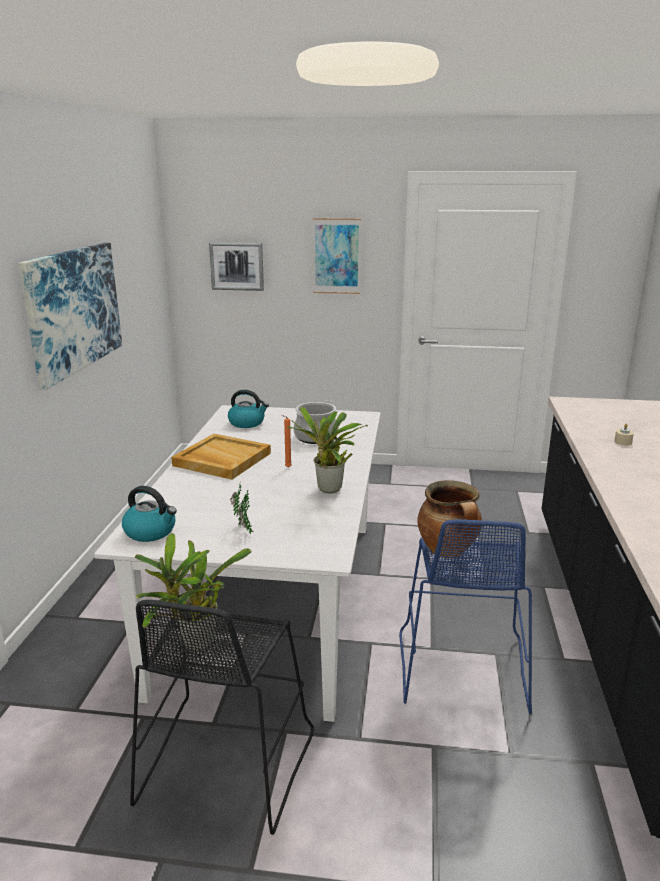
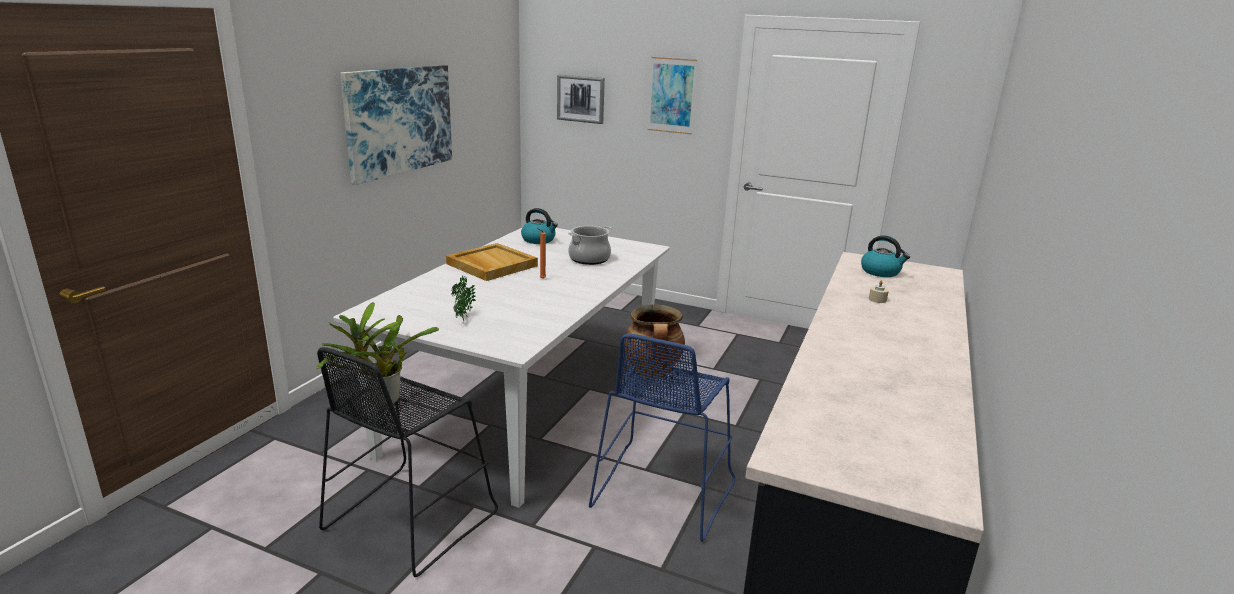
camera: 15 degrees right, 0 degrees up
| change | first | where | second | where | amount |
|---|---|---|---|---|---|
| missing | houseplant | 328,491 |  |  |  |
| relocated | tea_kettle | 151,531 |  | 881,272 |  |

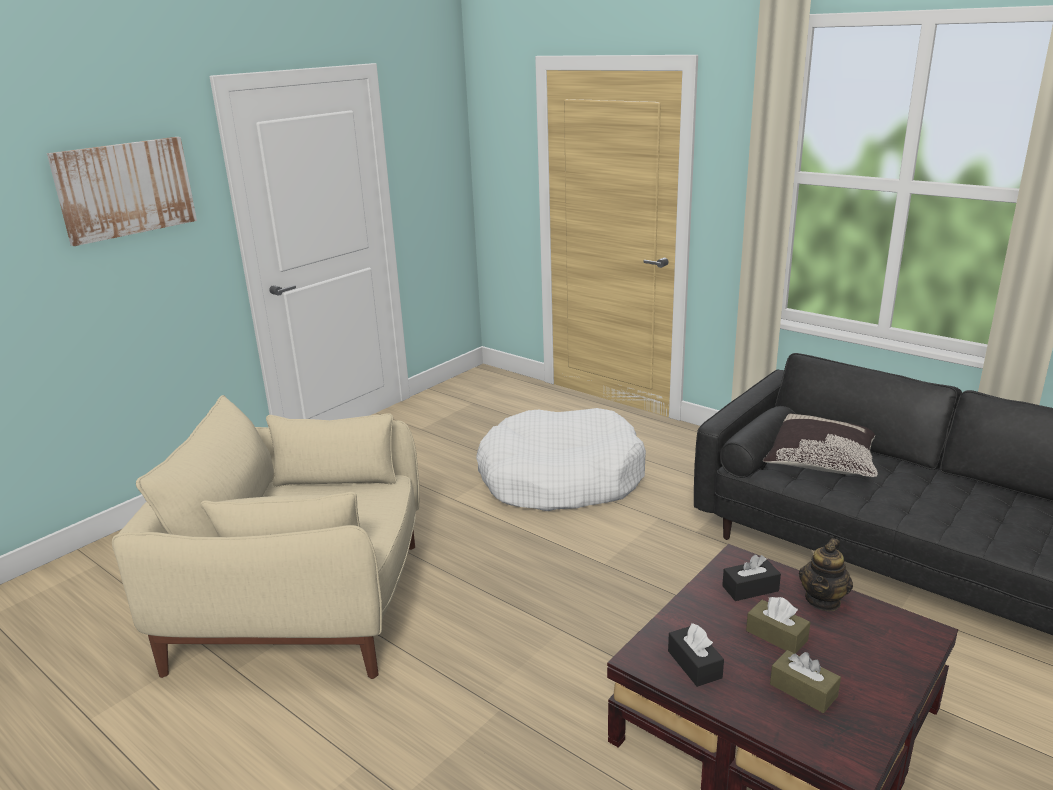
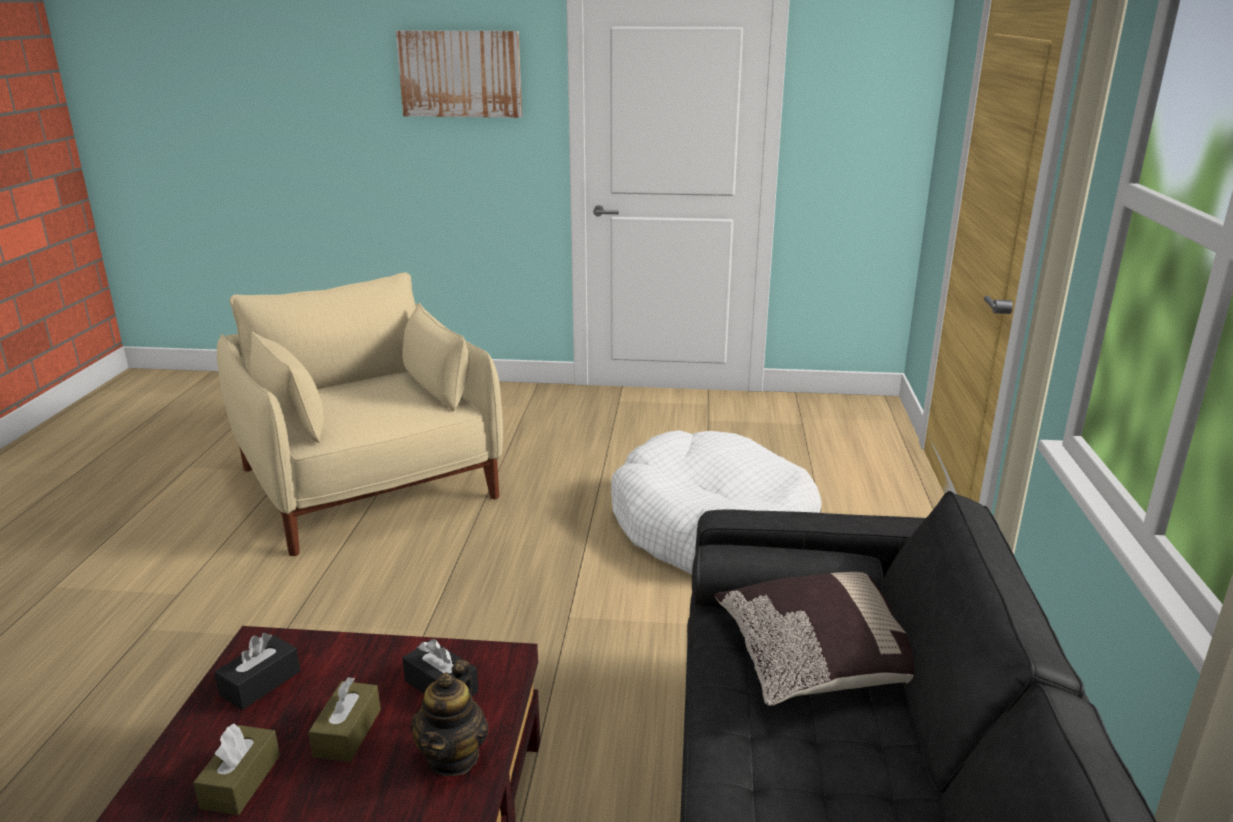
camera: 55 degrees right, 0 degrees up
| change | first | where | second | where | amount |
|---|---|---|---|---|---|
| spun | tea_pot | 823,600 |  | 453,756 | 75 degrees counterclockwise |

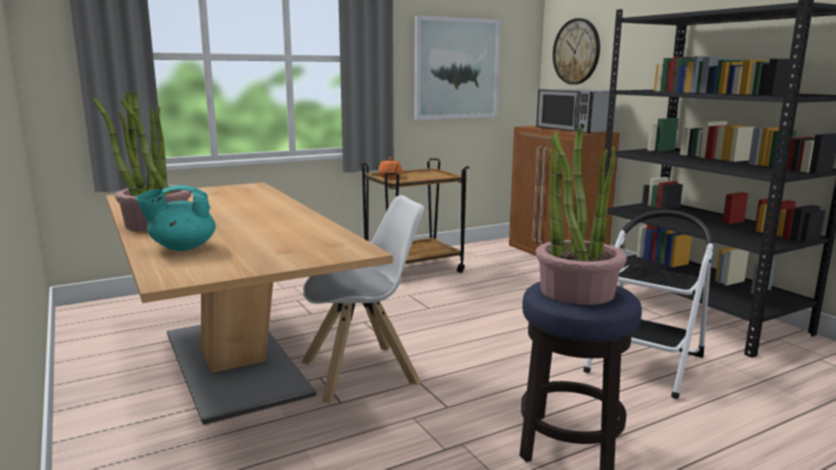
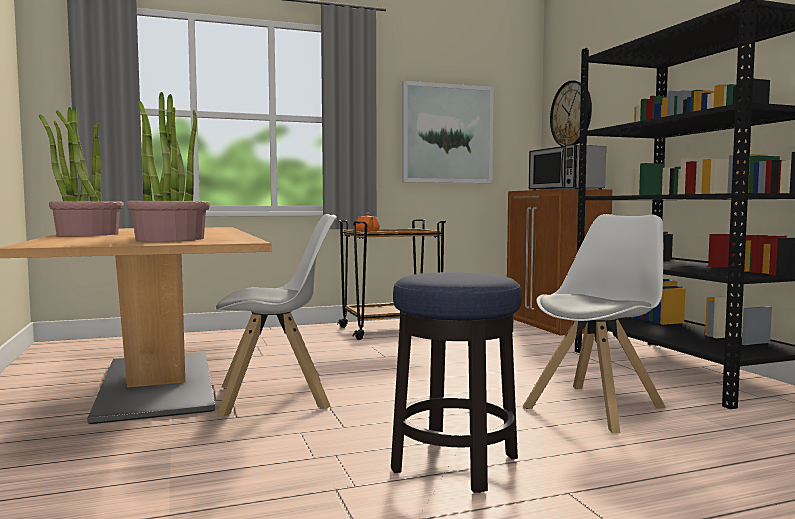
camera: 10 degrees right, 10 degrees down
| change | first | where | second | where | amount |
|---|---|---|---|---|---|
| missing | blue-green_tea_pot | 182,247 |  |  |  |
| relocated | houseplant | 576,291 |  | 170,239 |  |
| exchanged | step_ladder | 647,363 | chair | 596,407 |  |

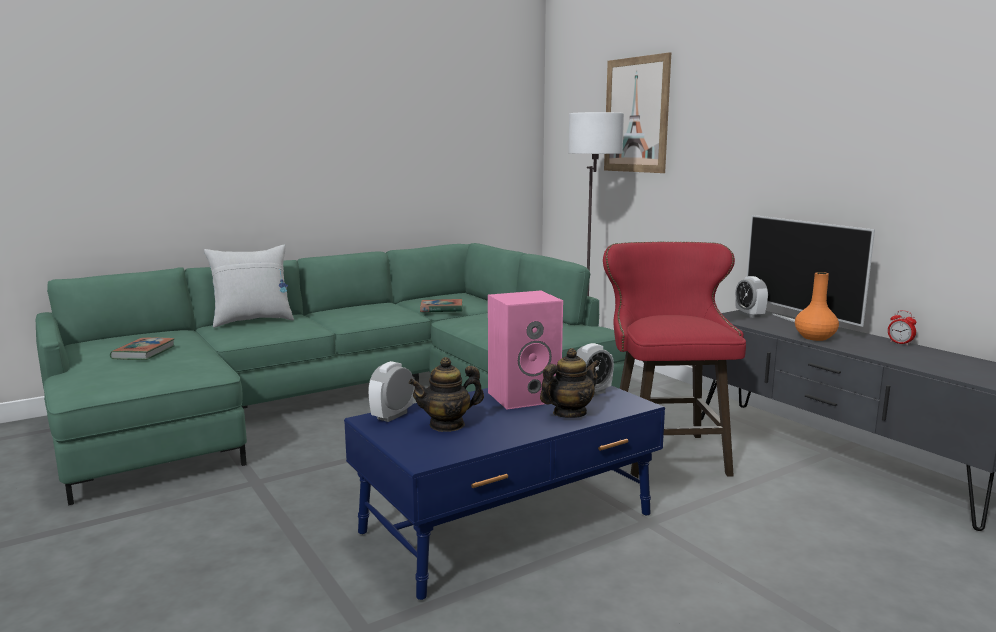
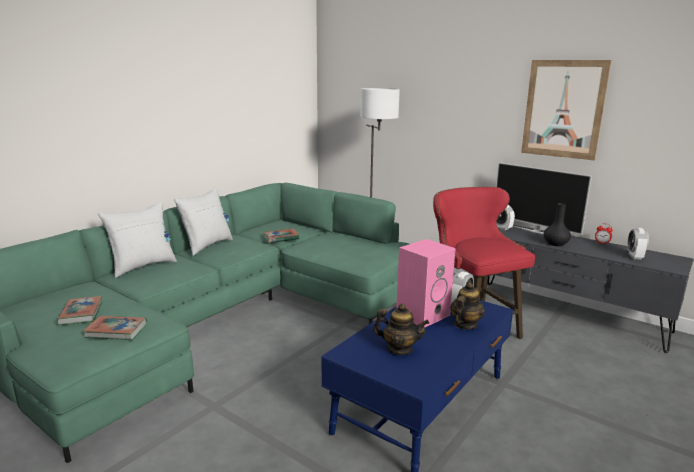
camera: 20 degrees left, 5 degrees up
| change | first | where | second | where | amount |
|---|---|---|---|---|---|
| appeared |  |  | bound_book | 116,331 |  |
| appeared |  |  | gray_cushion | 207,246 |  |
| relocated | alarm_clock | 392,416 |  | 635,256 |  |
| relocated | picture | 636,115 |  | 563,109 |  |
| colour | orangey_vase | 814,337 | black_vase | 555,244 |  |
| spun | tea_pot | 447,425 |  | 399,349 | 120 degrees counterclockwise |

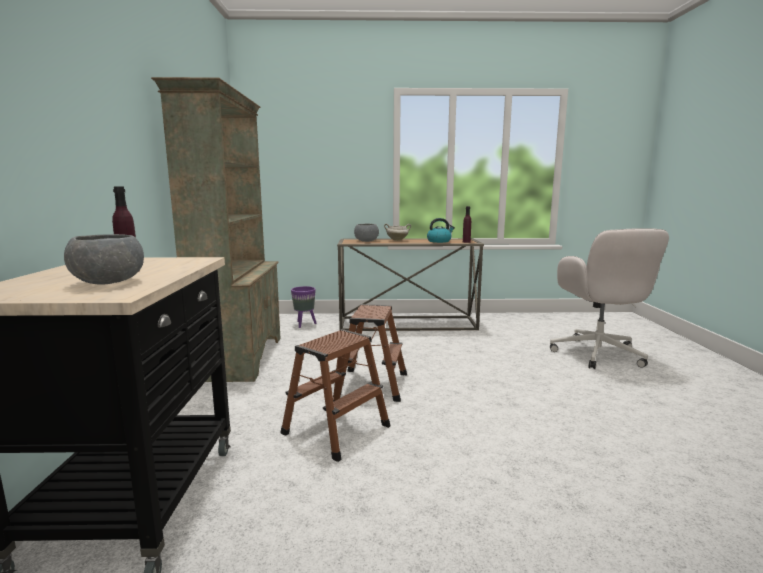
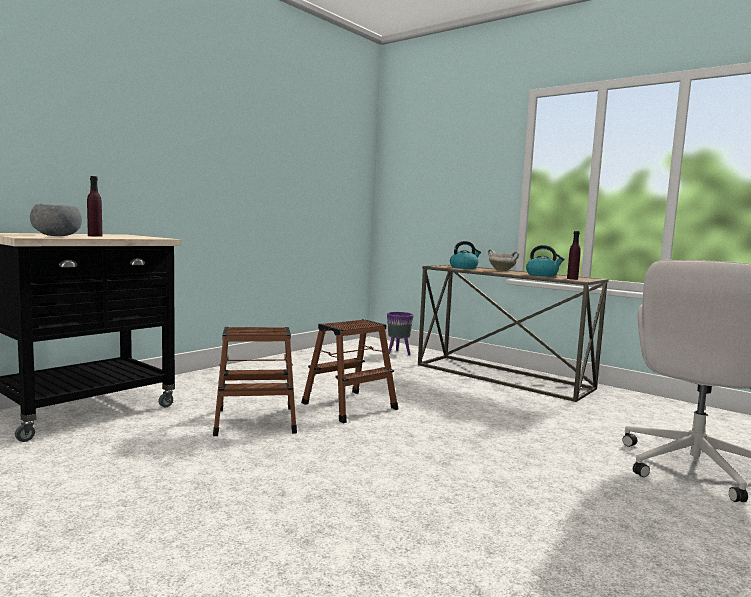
camera: 40 degrees right, 5 degrees down
| change | first | where | second | where | amount |
|---|---|---|---|---|---|
| missing | greenish_bookcase | 239,357 |  |  |  |
| exchanged | gray_bowl | 366,241 | tea_kettle | 464,268 |  |

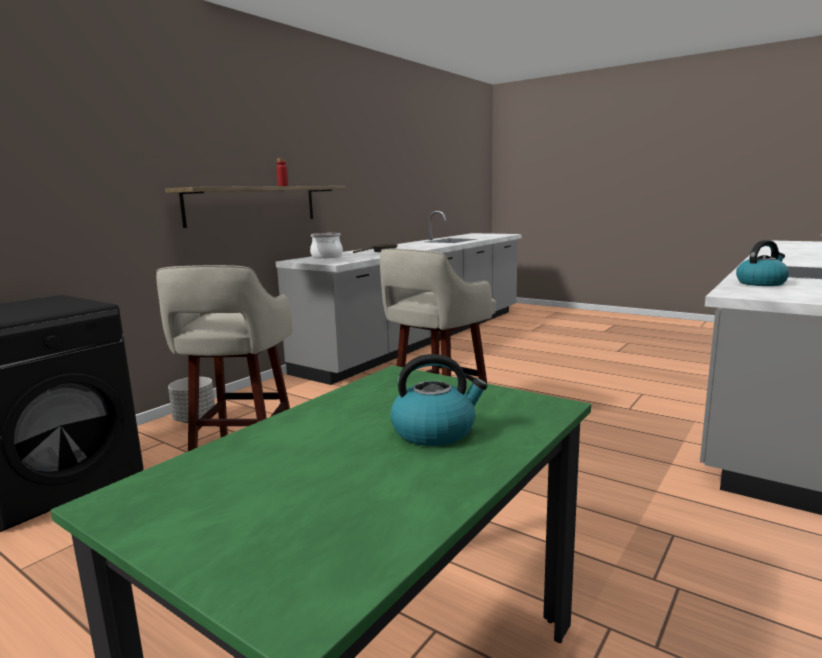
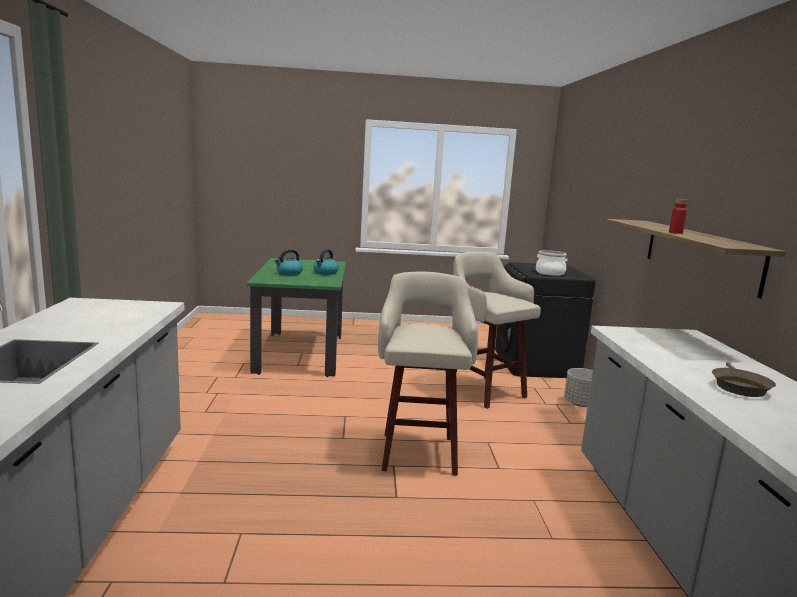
camera: 140 degrees right, 0 degrees up
| change | first | where | second | where | amount |
|---|---|---|---|---|---|
| relocated | stockpot | 327,257 |  | 549,273 |  |
| relocated | tea_kettle | 761,283 |  | 325,273 |  |

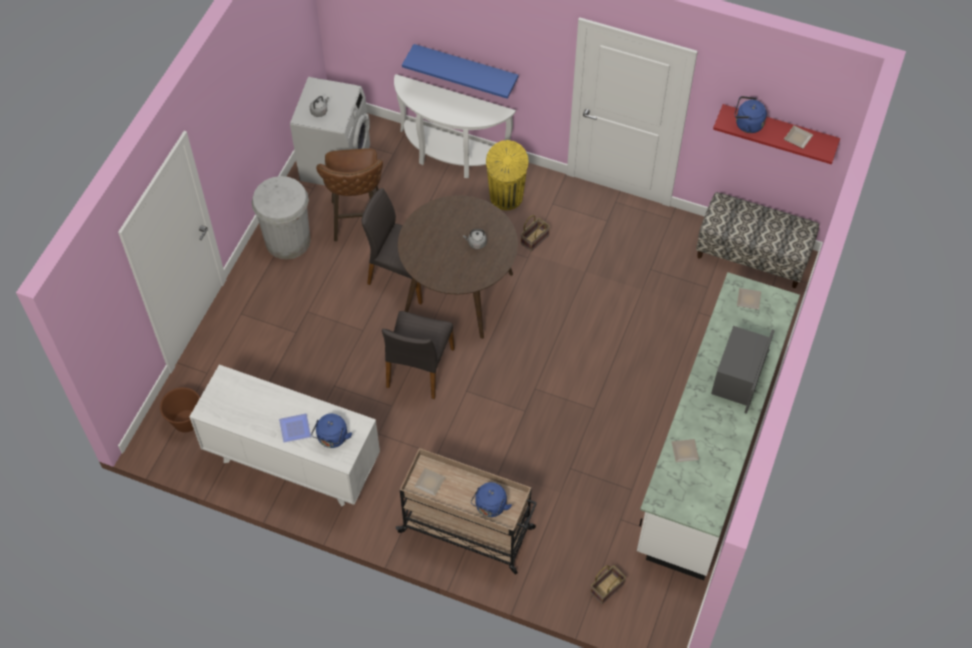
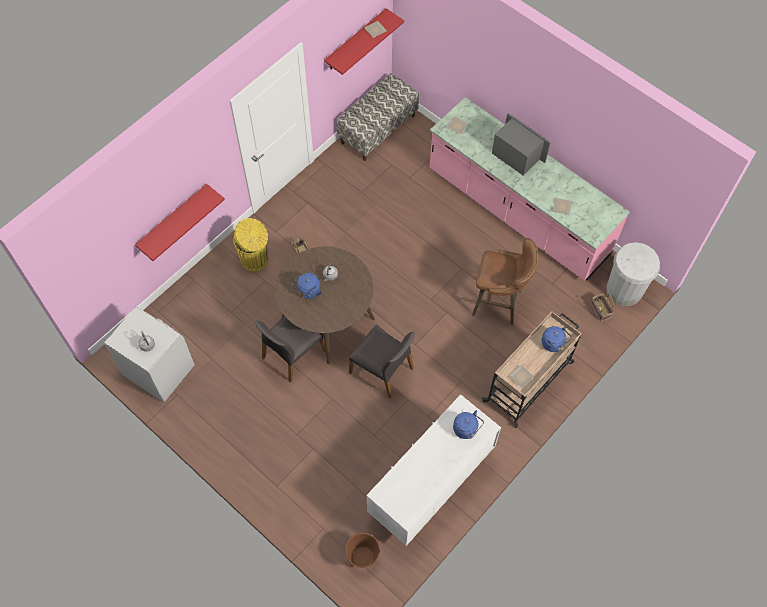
camera: 70 degrees left, 5 degrees up
| change | first | where | second | where | amount |
|---|---|---|---|---|---|
| missing | plate | 294,430 |  |  |  |
| missing | white-coloured_hall_table | 450,157 |  |  |  |
| relocated | white-coloured_waste_bin | 287,241 |  | 624,290 |  |
| relocated | brown_sitting_stool | 357,221 |  | 499,303 |  |
| relocated | blue-coloured_tea_kettle | 747,124 |  | 308,291 |  |
| colour | blue-coloured_shelf | 465,67 | reddish_shelf | 173,219 |  |
| colour | white-coloured_kitchen_counter | 709,448 | pink-coloured_kitchen_counter | 517,212 |  |

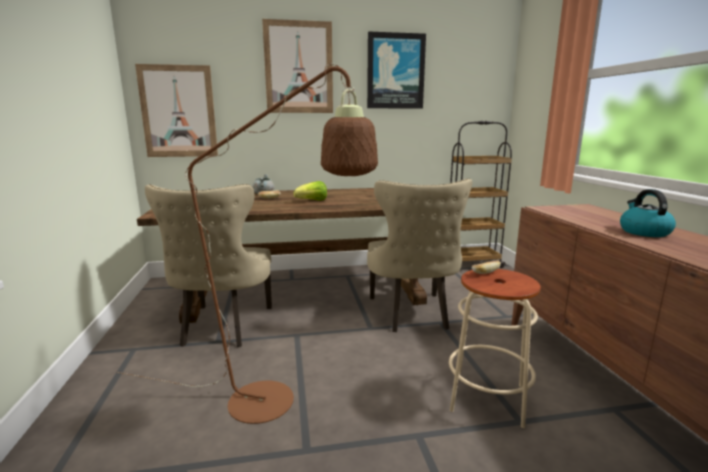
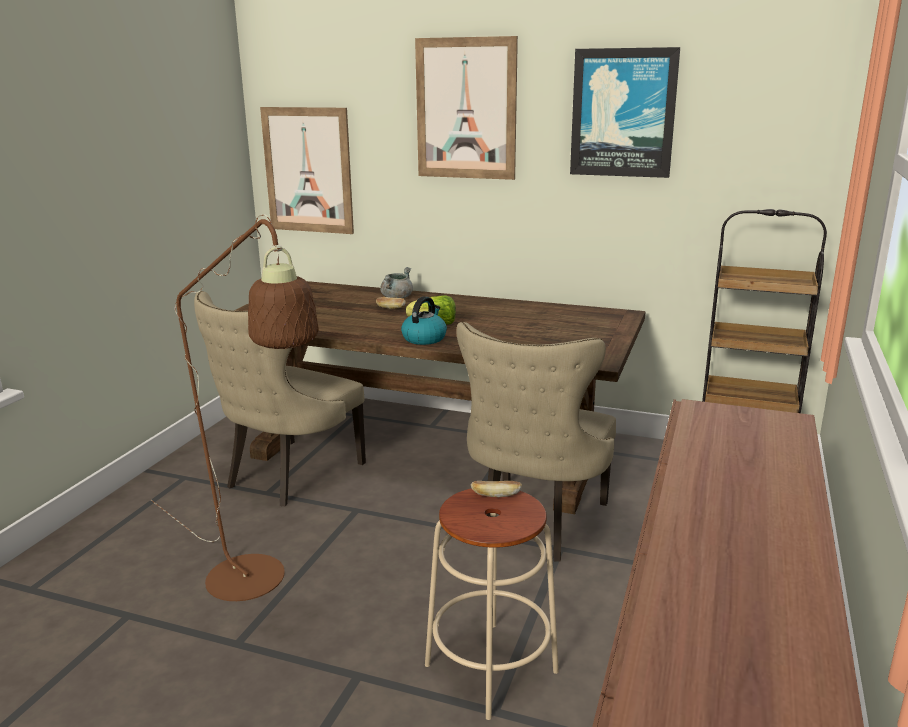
camera: 30 degrees right, 5 degrees up
| change | first | where | second | where | amount |
|---|---|---|---|---|---|
| relocated | tea_kettle | 643,232 |  | 424,338 |  |

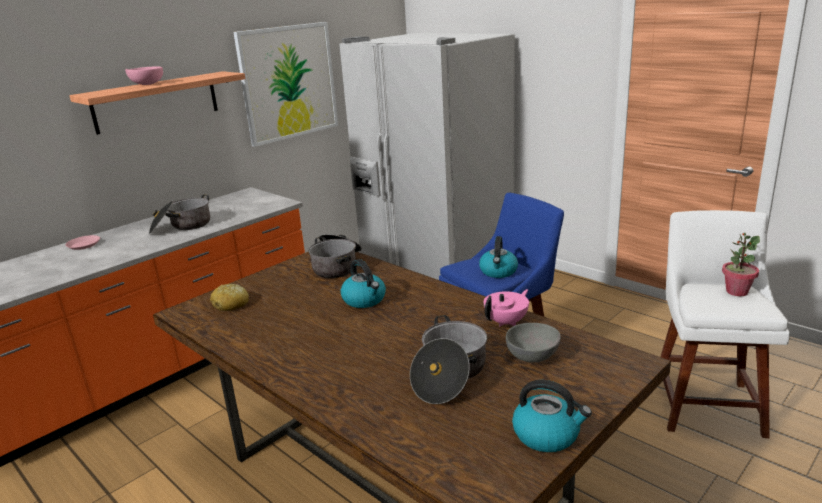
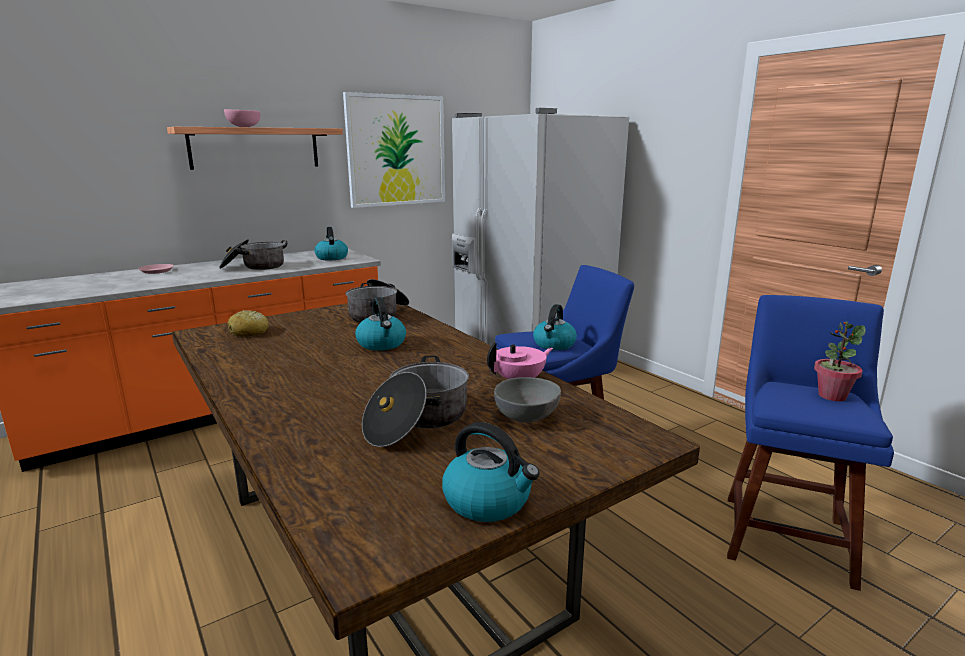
camera: 10 degrees right, 5 degrees down
| change | first | where | second | where | amount |
|---|---|---|---|---|---|
| appeared |  |  | tea_kettle | 331,257 |  |
| colour | white-coloured_sitting_stool | 706,403 | blue-coloured_sitting_stool | 786,535 |  |

